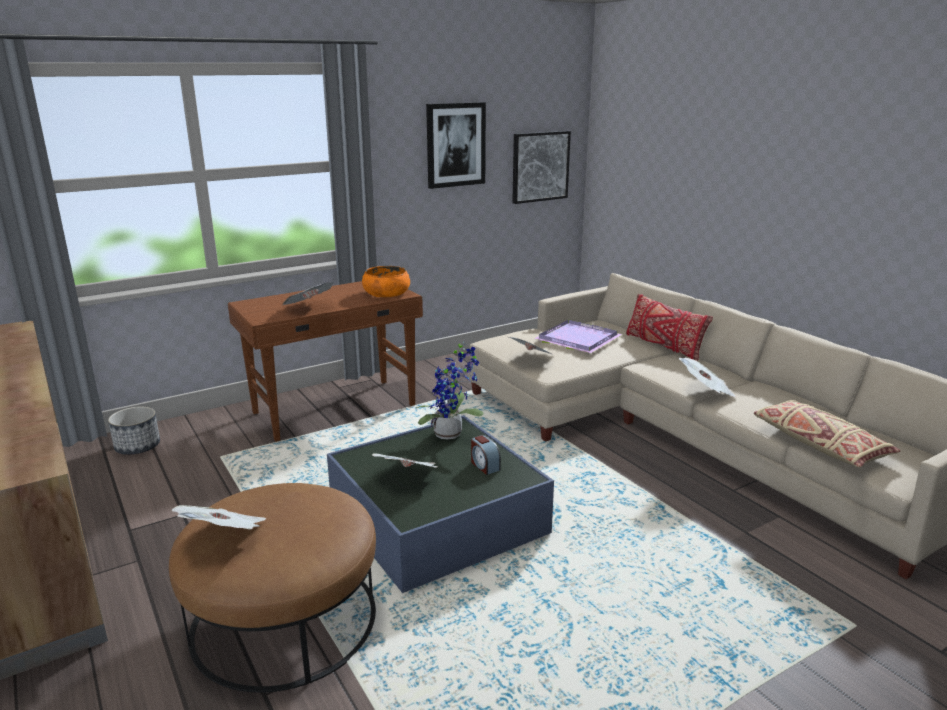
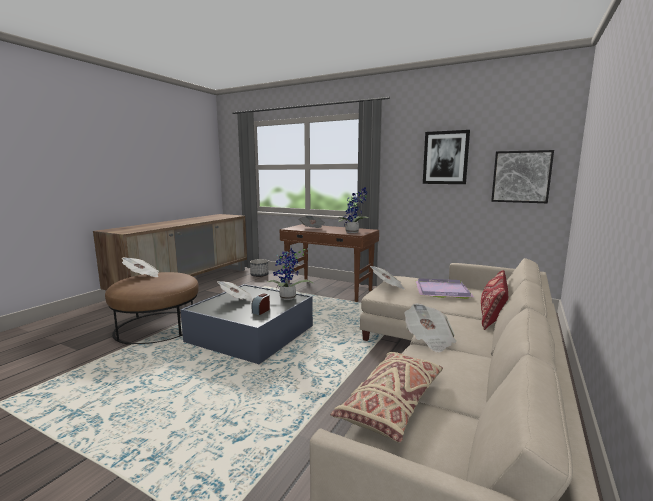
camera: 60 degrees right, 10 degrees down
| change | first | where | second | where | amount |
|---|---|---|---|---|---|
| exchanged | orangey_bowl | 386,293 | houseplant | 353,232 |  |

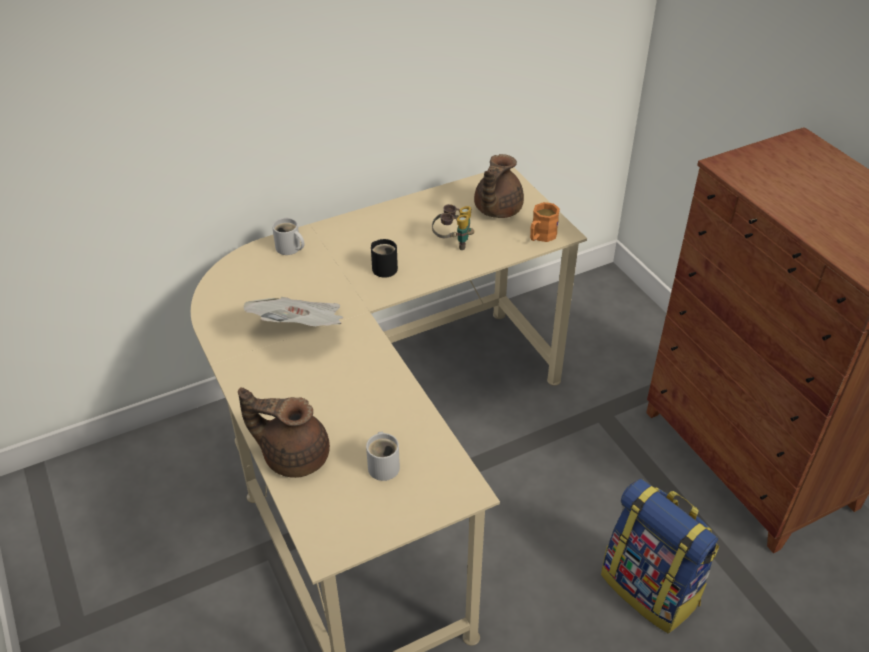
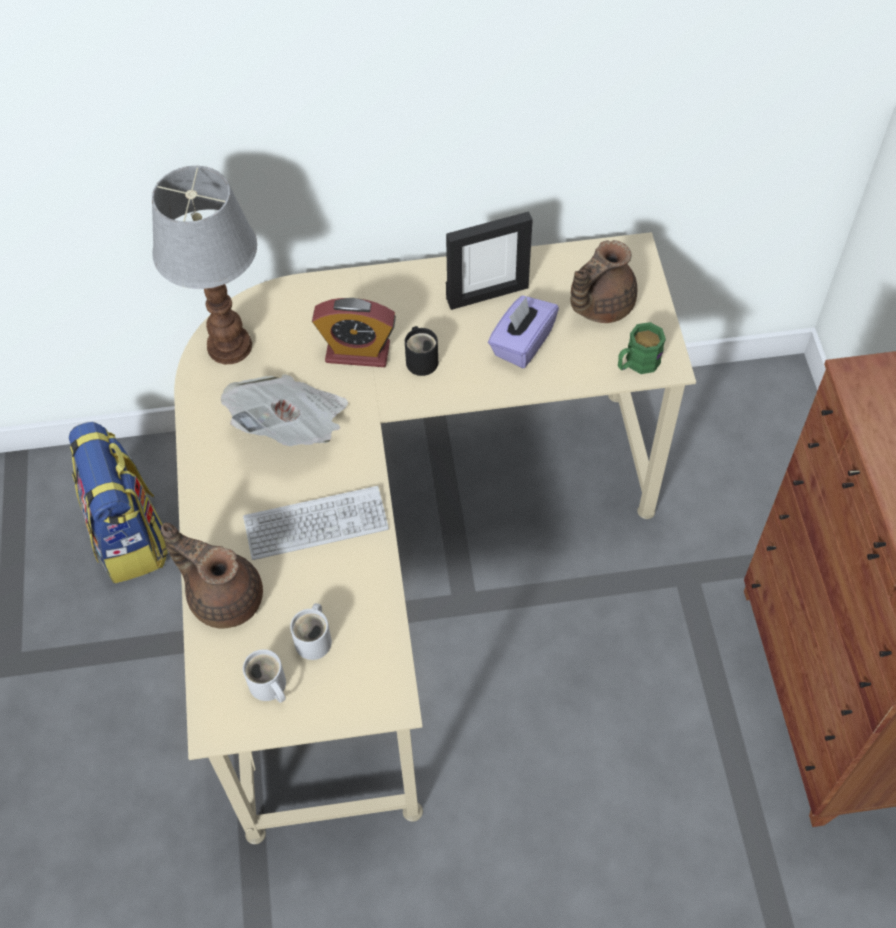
camera: 20 degrees right, 15 degrees up
| change | first | where | second | where | amount |
|---|---|---|---|---|---|
| appeared |  |  | lamp_for_a_table | 230,347 |  |
| appeared |  |  | computer_keyboard | 316,524 |  |
| appeared |  |  | alarm_clock | 357,352 |  |
| appeared |  |  | picture_frame | 487,293 |  |
| relocated | white-coloured_mug | 289,249 |  | 268,687 |  |
| relocated | knapsack | 651,589 |  | 130,537 |  |
| exchanged | pair_of_binoculars | 453,242 | purplish_tissue_holder | 521,343 |  |
| colour | orangey_mug | 541,236 | greenish_mug | 637,363 |  |

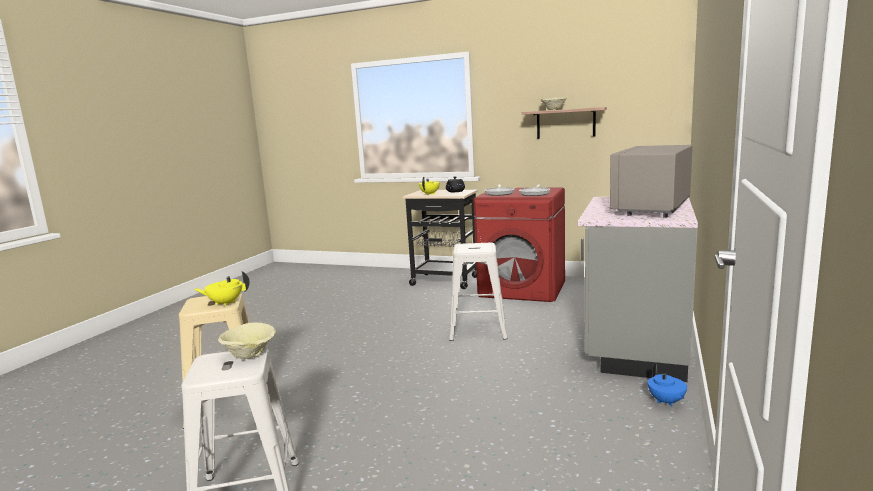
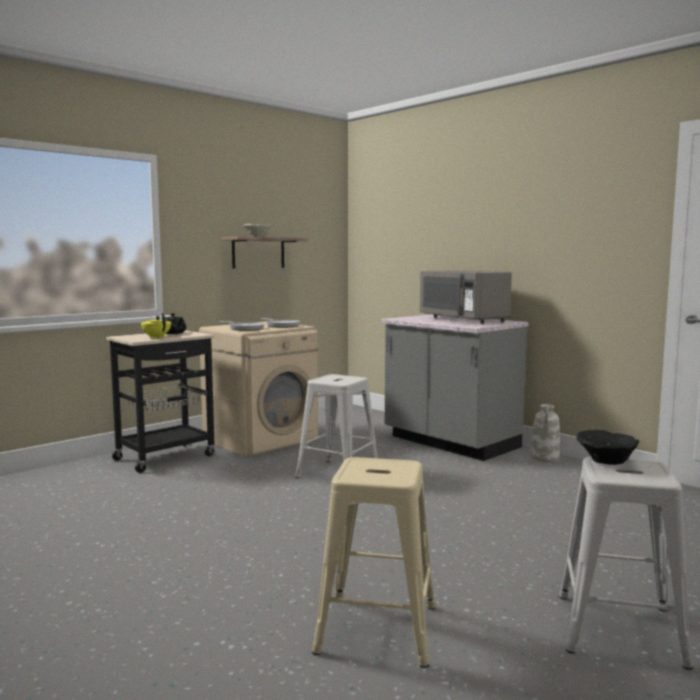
camera: 65 degrees left, 5 degrees down
| change | first | where | second | where | amount |
|---|---|---|---|---|---|
| missing | yellow-coloured_tea_pot | 225,303 |  |  |  |
| exchanged | blue-coloured_tea_pot | 666,402 | white-coloured_vase | 545,458 |  |
| colour | sand-coloured_bowl | 251,354 | black_bowl | 606,461 |  |
| colour | reddish_laundry_appliance | 522,289 | sand-coloured_laundry_appliance | 263,439 |  |

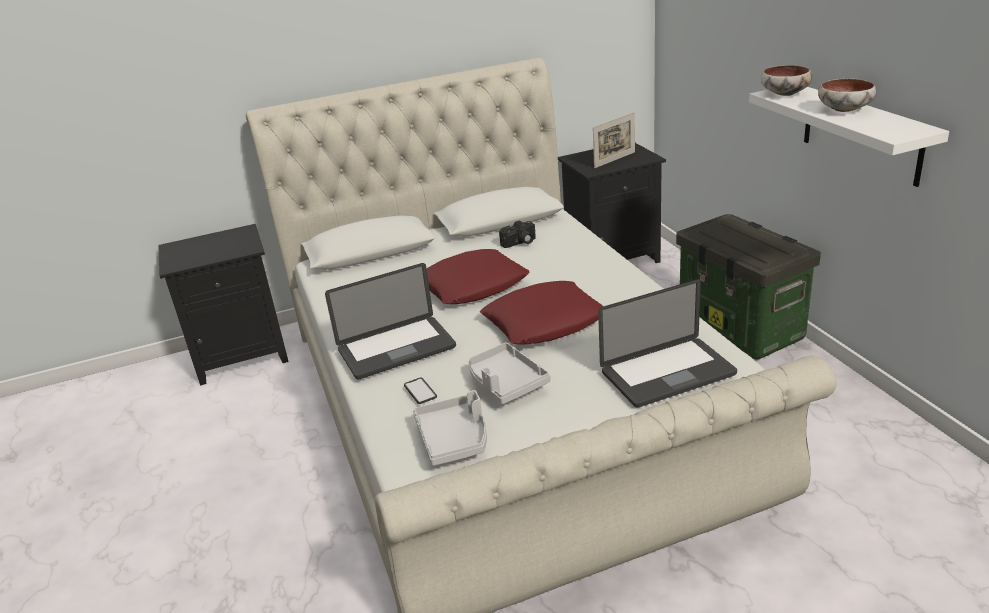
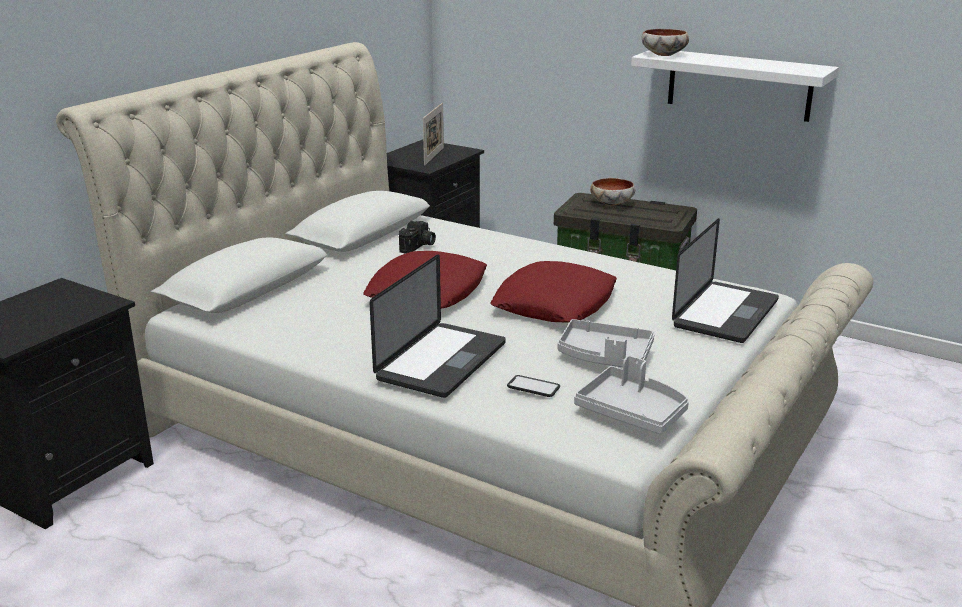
camera: 40 degrees left, 5 degrees down
| change | first | where | second | where | amount |
|---|---|---|---|---|---|
| relocated | bowl | 845,110 |  | 612,203 |  |

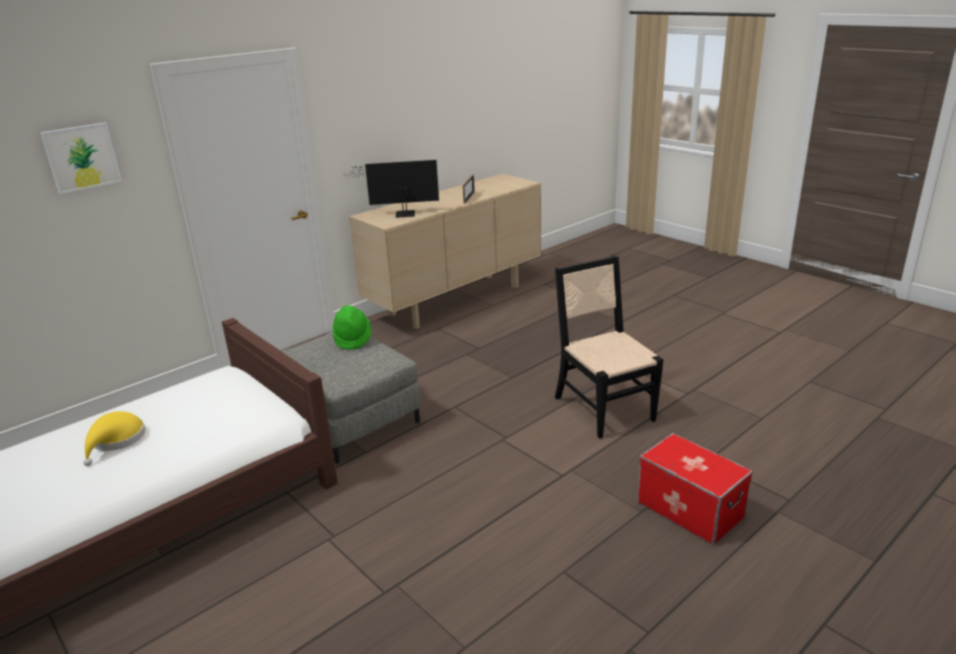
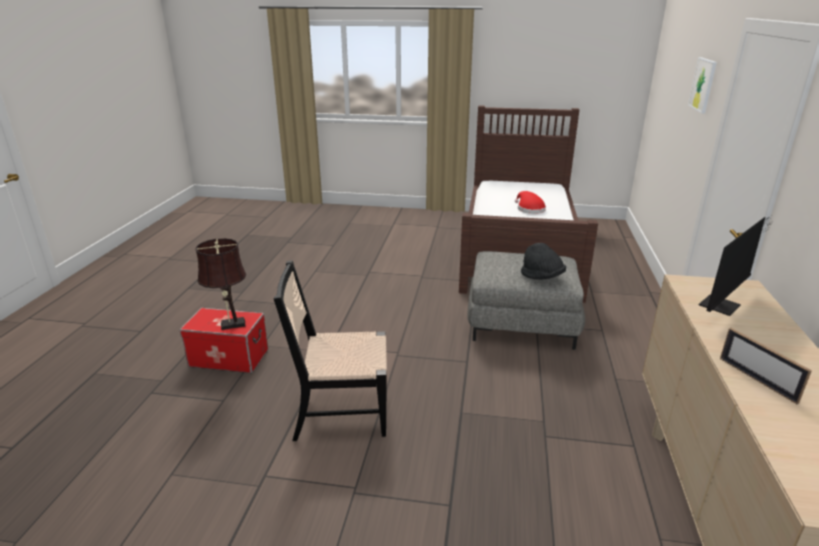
camera: 140 degrees right, 0 degrees up
| change | first | where | second | where | amount |
|---|---|---|---|---|---|
| appeared |  |  | brown_lamp_for_a_table | 230,325 |  |
| colour | yellow-coloured_wearable_hat | 116,441 | reddish_wearable_hat | 529,209 |  |
| colour | greenish_wearable_hat | 352,339 | black_wearable_hat | 542,277 |  |
| spun | chair | 604,409 |  | 341,414 | 150 degrees clockwise |

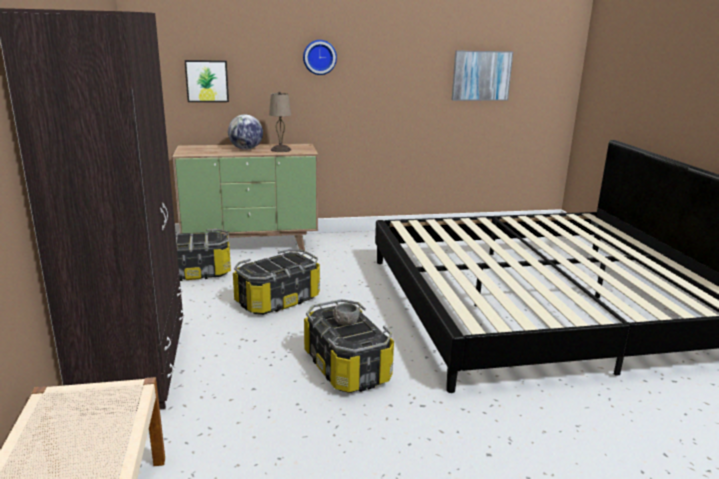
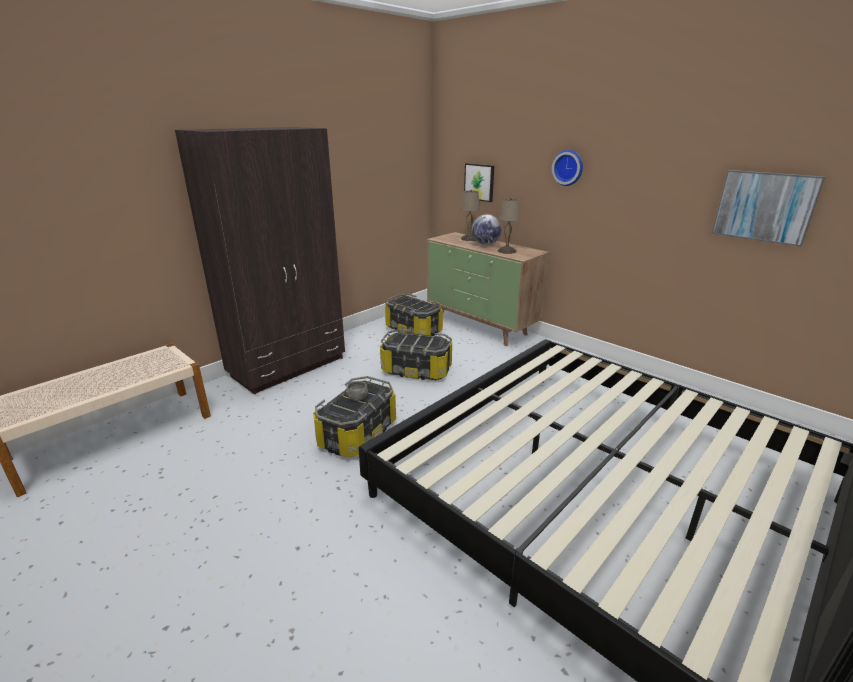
camera: 55 degrees right, 5 degrees up
| change | first | where | second | where | amount |
|---|---|---|---|---|---|
| appeared |  |  | sand-coloured_lamp_for_a_table | 469,239 |  |

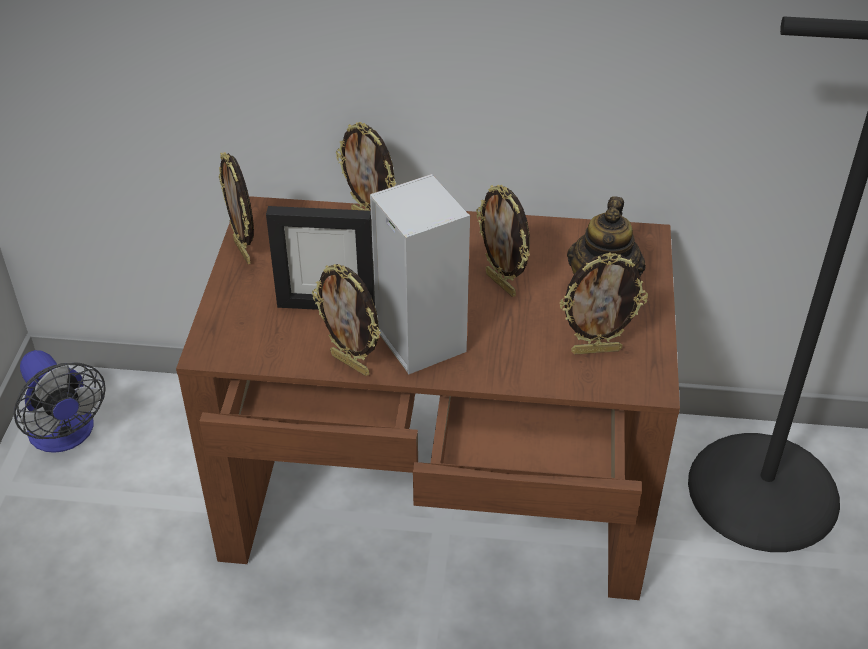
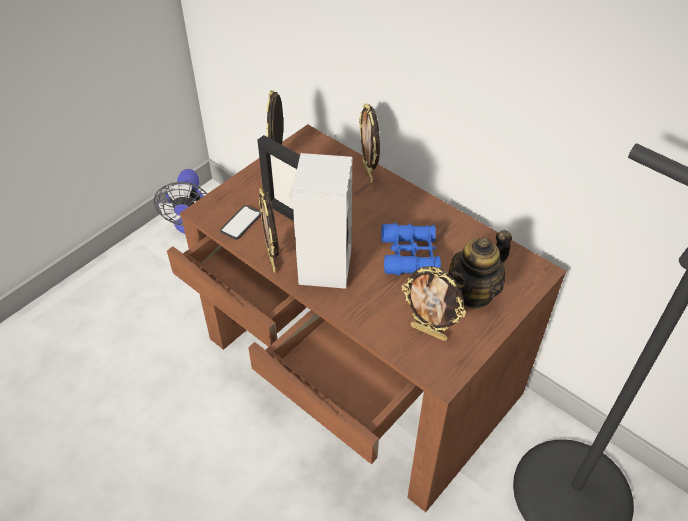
camera: 35 degrees right, 5 degrees up
| change | first | where | second | where | amount |
|---|---|---|---|---|---|
| appeared |  |  | telephone | 241,223 |  |
| exchanged | picture_frame | 502,284 | blue-coloured_pair_of_binoculars | 410,255 |  |

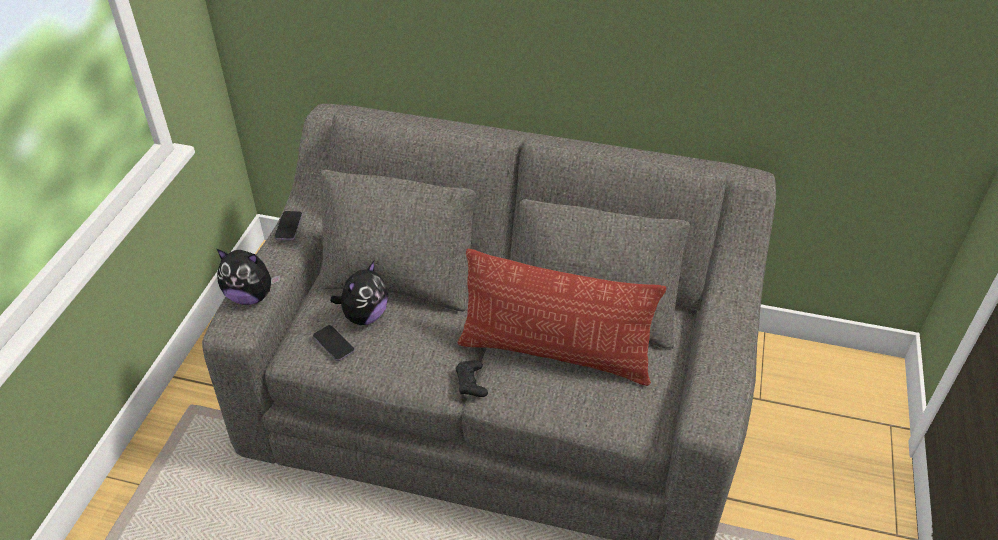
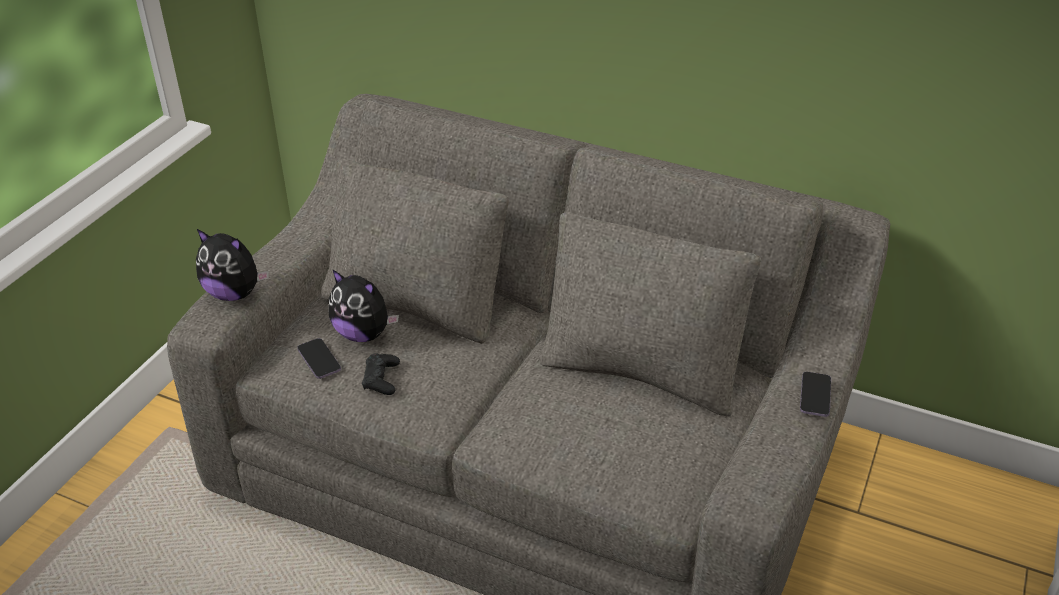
camera: 10 degrees right, 5 degrees down
| change | first | where | second | where | amount |
|---|---|---|---|---|---|
| missing | cushion | 555,353 |  |  |  |
| relocated | telephone | 288,227 |  | 815,396 |  |
| relocated | black_gamepad | 471,382 |  | 381,379 |  |
| spun | plush_toy | 364,316 |  | 363,333 | 75 degrees clockwise |

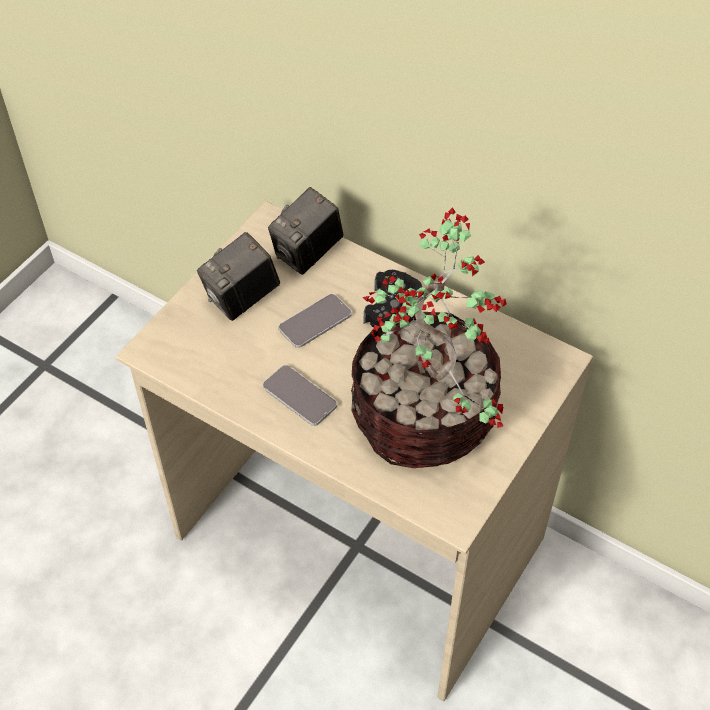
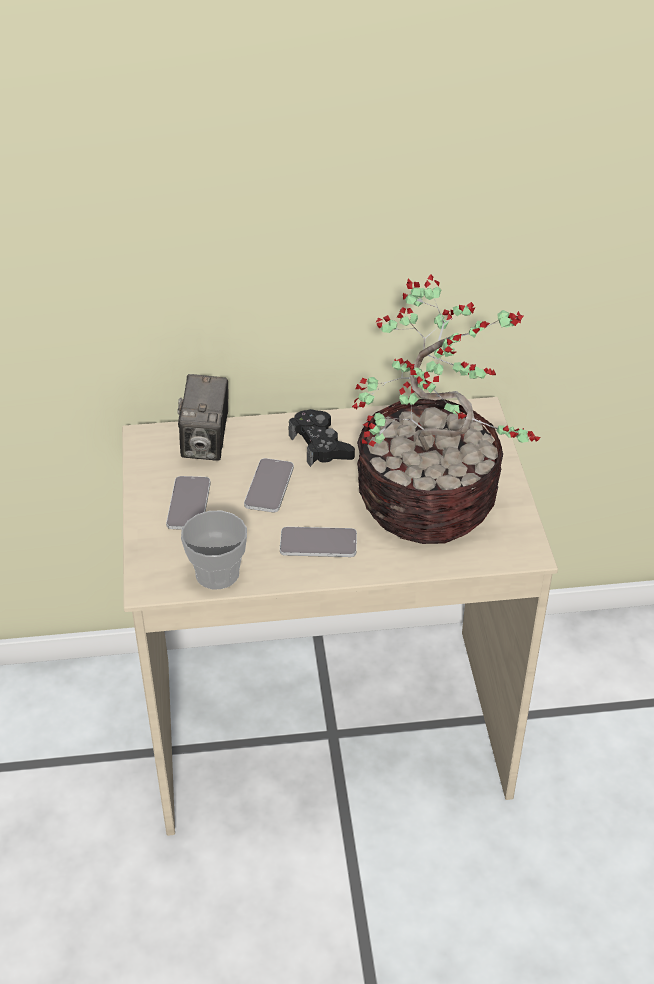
camera: 40 degrees left, 10 degrees down
| change | first | where | second | where | amount |
|---|---|---|---|---|---|
| appeared |  |  | drinking_cup | 217,573 |  |
| exchanged | still_camera | 242,299 | telephone | 188,504 |  |

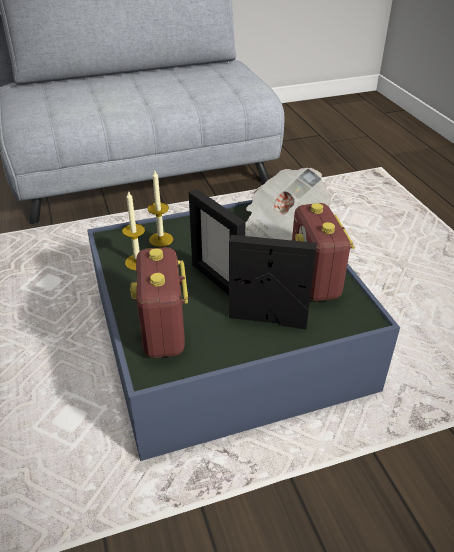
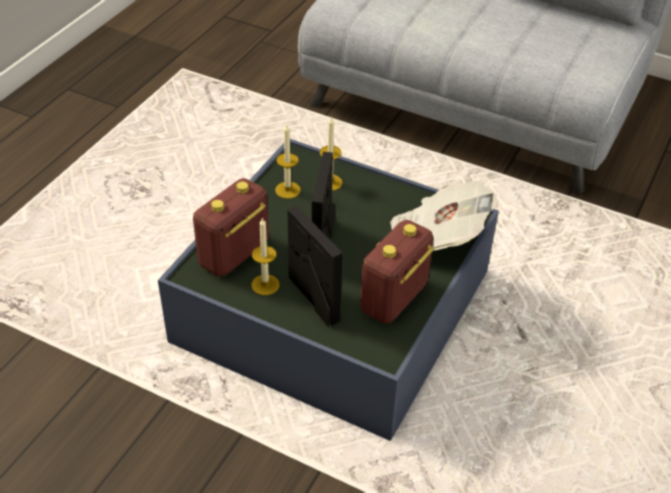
camera: 45 degrees right, 5 degrees up
| change | first | where | second | where | amount |
|---|---|---|---|---|---|
| appeared |  |  | wax_candle | 265,285 |  |

